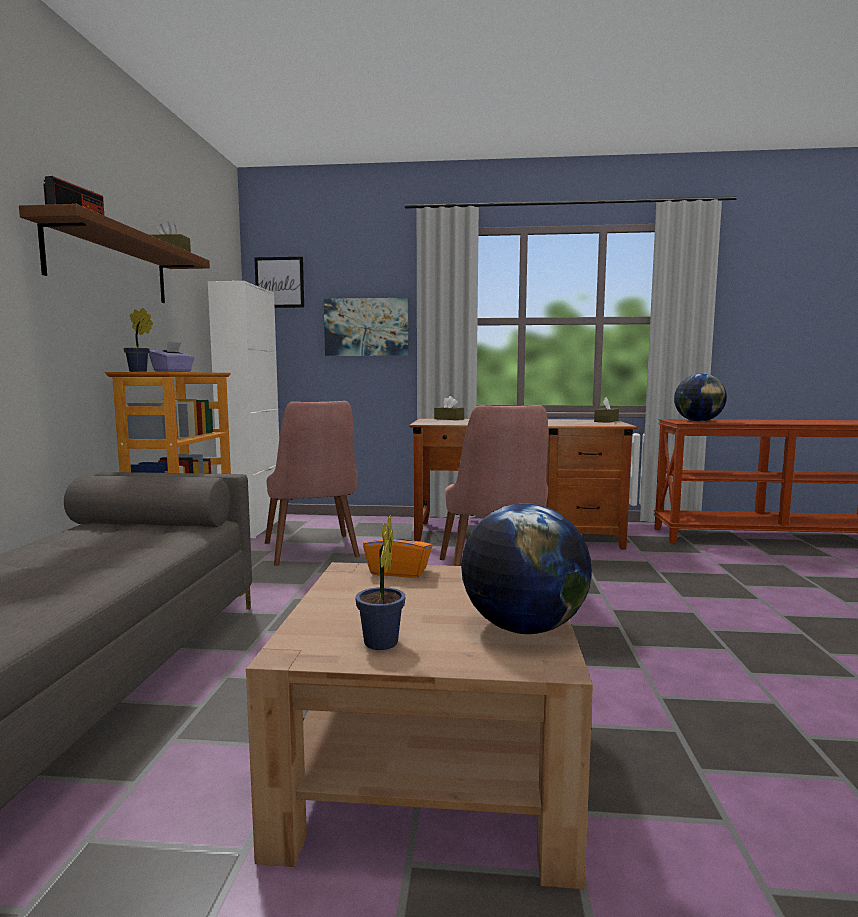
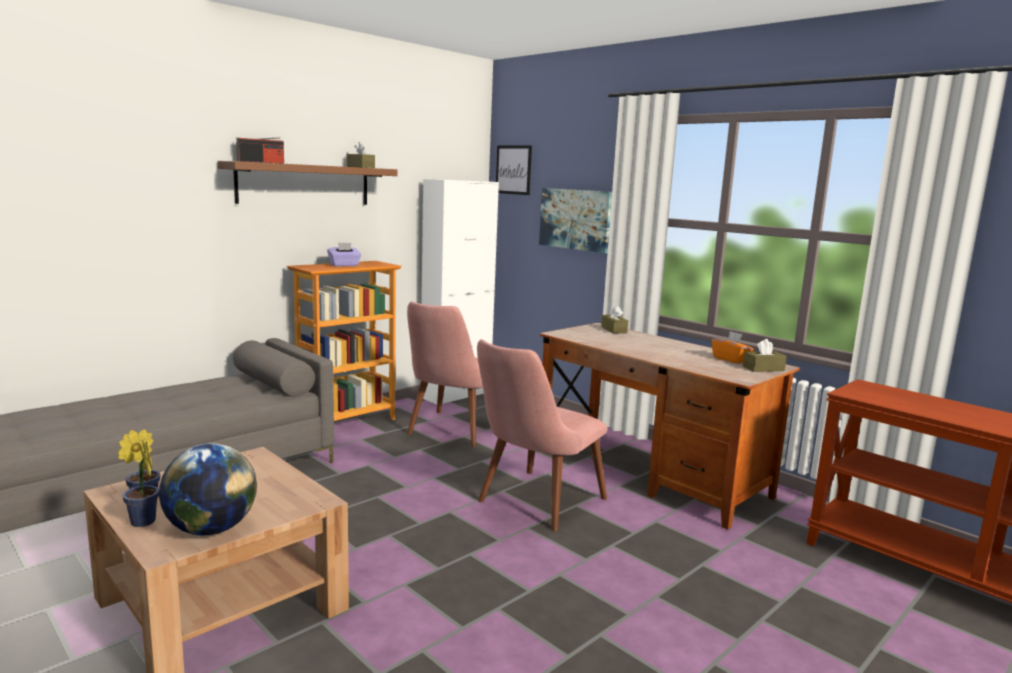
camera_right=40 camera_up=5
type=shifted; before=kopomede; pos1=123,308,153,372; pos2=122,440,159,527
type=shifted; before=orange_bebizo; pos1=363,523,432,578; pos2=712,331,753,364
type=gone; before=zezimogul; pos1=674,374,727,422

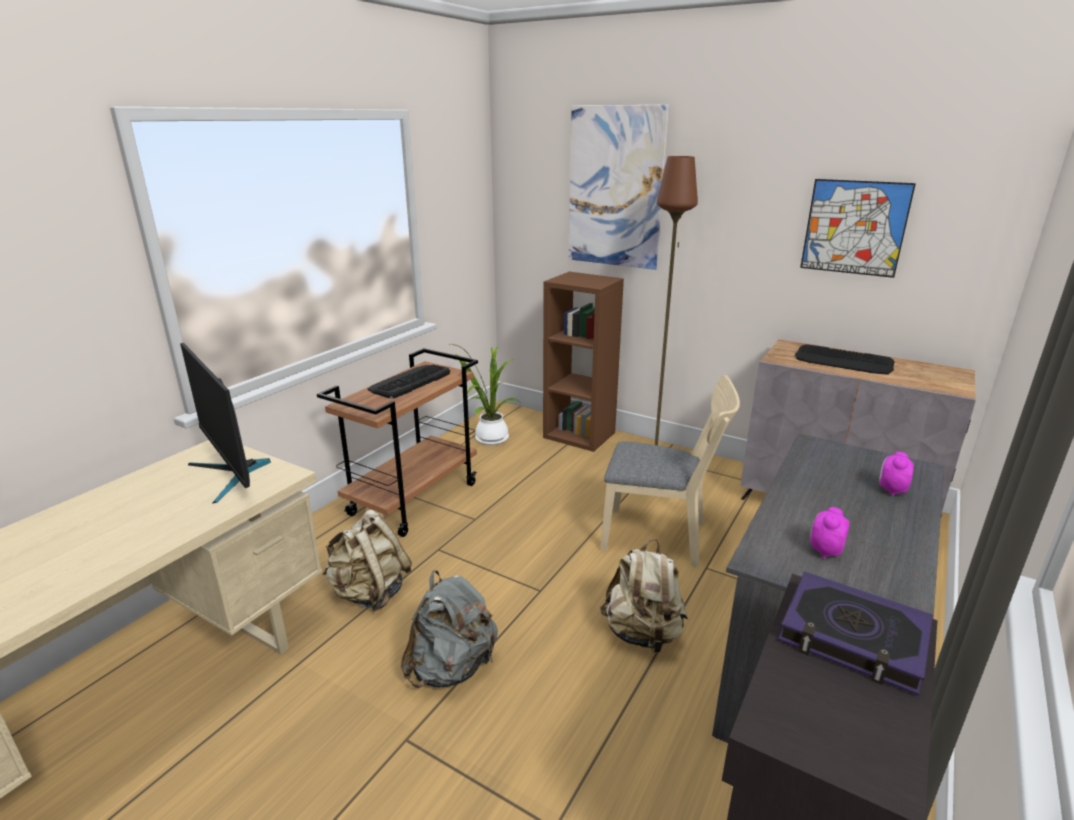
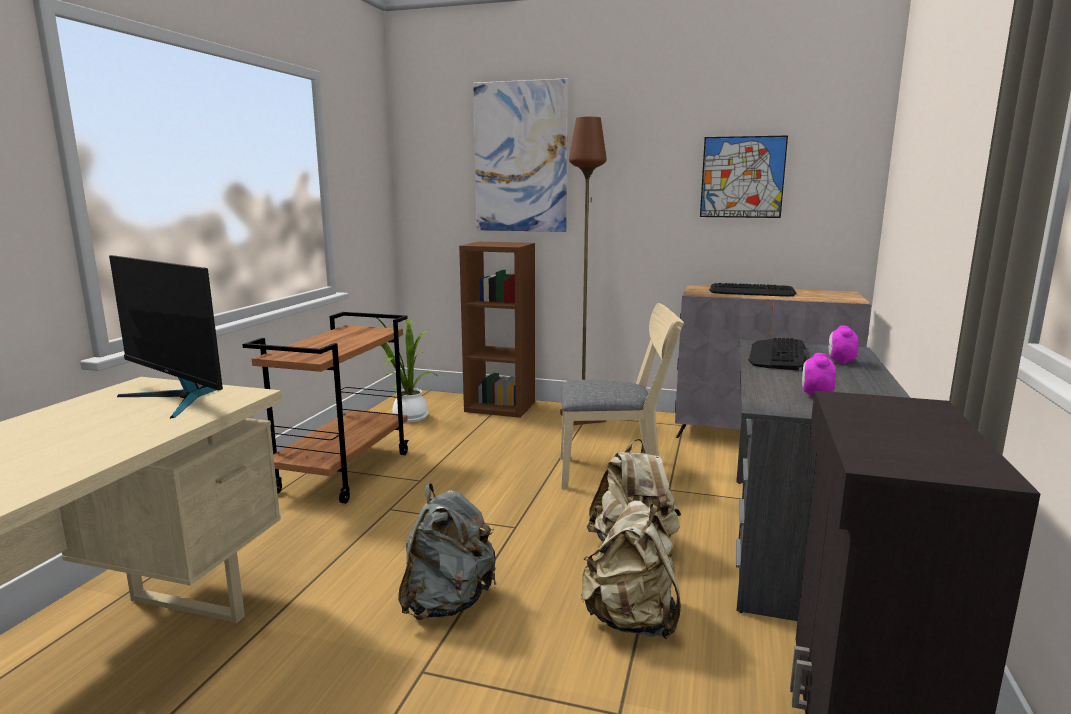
camera_right=-15 camera_up=-10
type=shifted; before=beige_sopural; pos1=322,510,412,612; pos2=581,500,681,639
type=shifted; before=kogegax; pos1=367,364,450,398; pos2=748,338,807,370
type=gone; before=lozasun; pos1=778,572,933,696

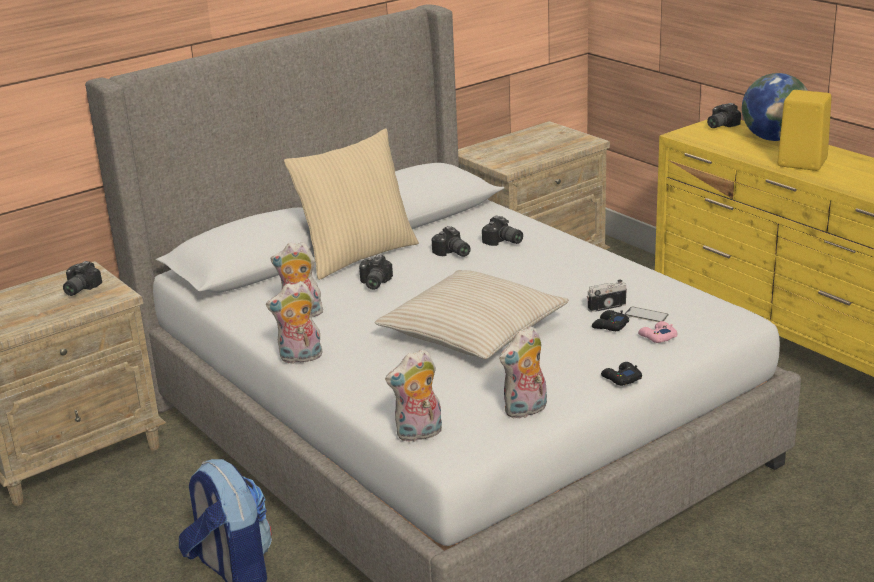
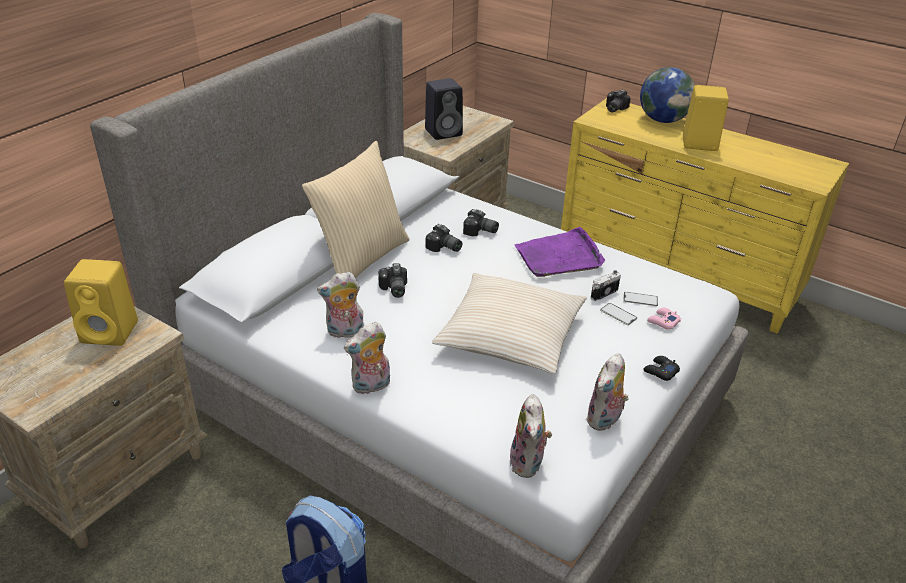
camera_right=-20 camera_up=10
type=swapped; before=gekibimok; after=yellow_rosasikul; pos1=63,261,102,296; pos2=64,259,138,346
type=new; after=black_rosasikul; pos2=425,78,463,140
type=rotated; before=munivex; pos1=385,349,442,442; pos2=509,394,552,478; turn=-45
type=new; after=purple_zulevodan; pos2=515,227,605,277
type=swapped; before=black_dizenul; after=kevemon; pos1=592,310,629,331; pos2=600,303,637,325

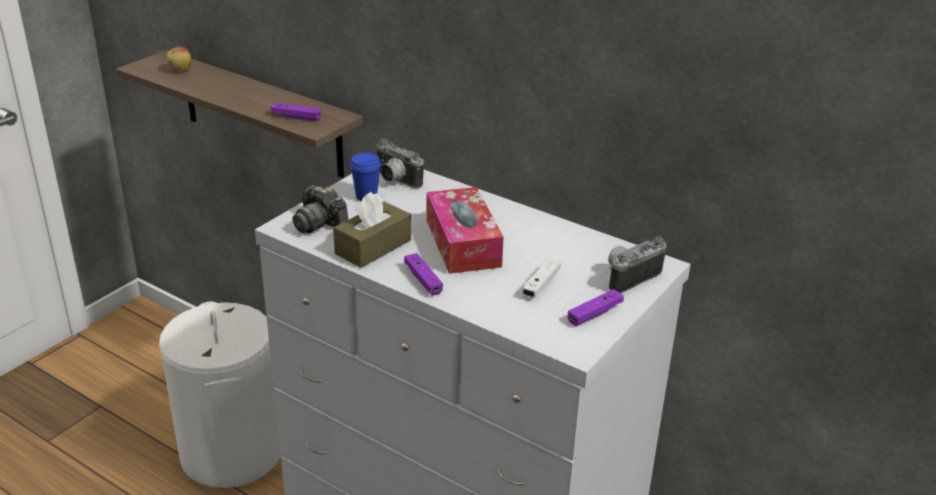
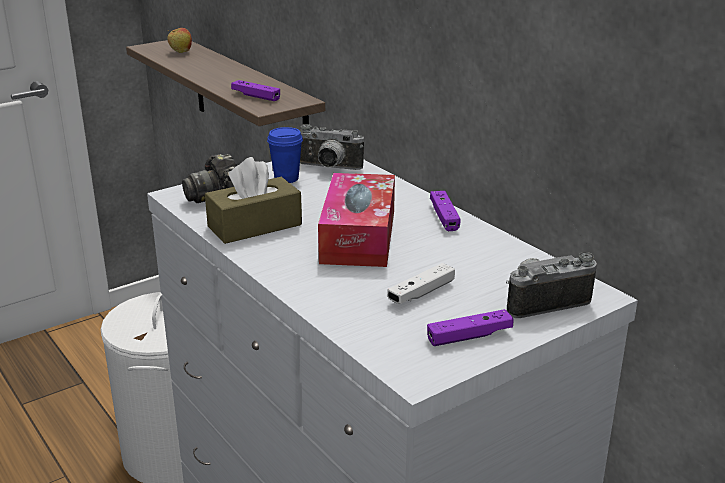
camera_right=20 camera_up=-5
type=rotated; before=gekibimok; pos1=375,139,424,189; pos2=300,124,364,170; turn=-45
type=shifted; before=purple_dizenul; pos1=404,253,443,295; pos2=430,191,461,231

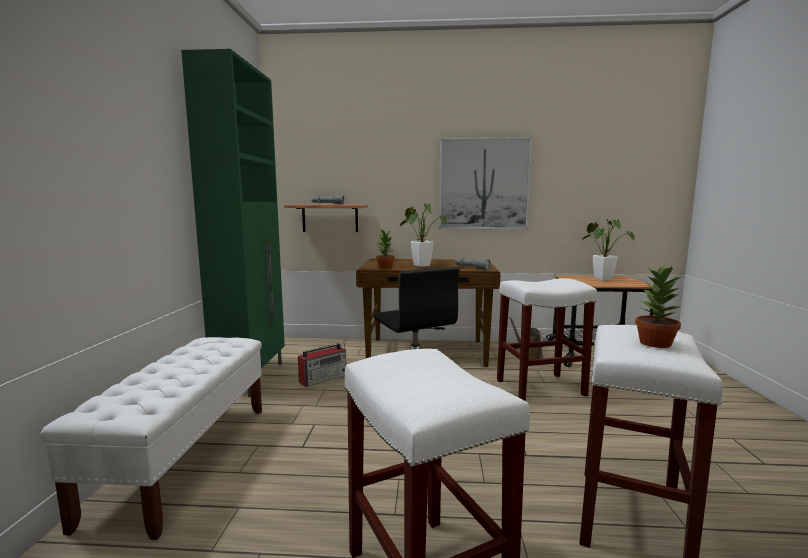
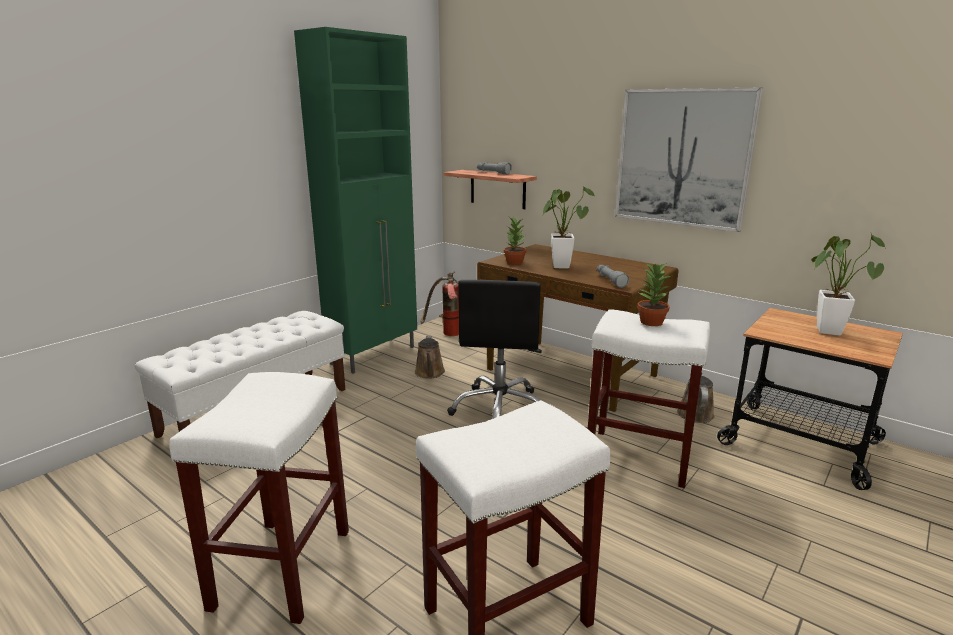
camera_right=35 camera_up=10
type=swapped; before=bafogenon; after=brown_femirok; pos1=298,343,346,387; pos2=415,336,445,379
type=new; after=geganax; pos2=420,272,459,336
type=shifted; before=kopomede; pos1=635,266,683,348; pos2=637,263,671,326

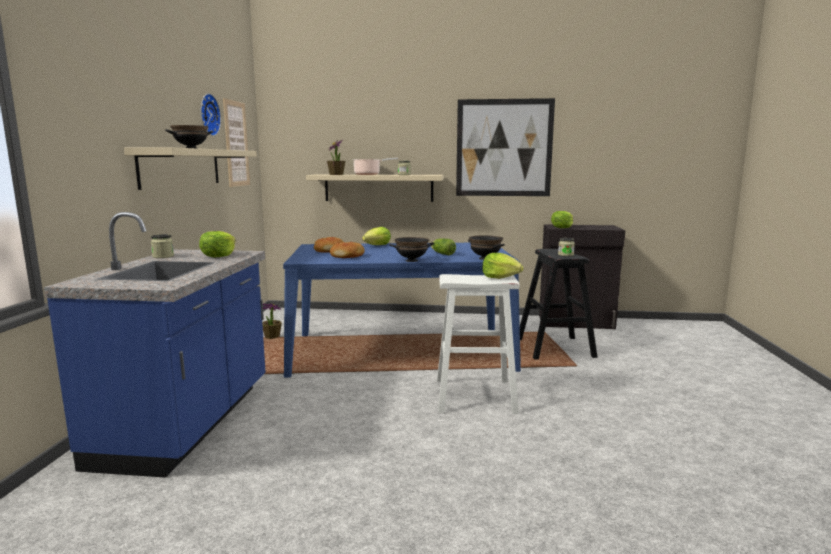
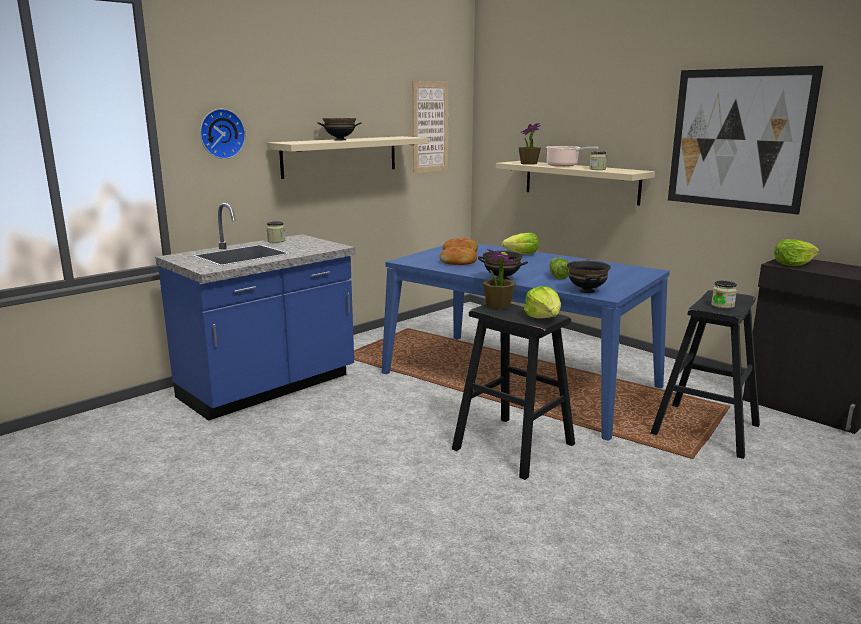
camera_right=40 camera_up=5
type=shifted; before=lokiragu; pos1=201,93,221,136; pos2=200,109,246,159
type=repainted; before=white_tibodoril; after=black_tibodoril; pos1=437,274,520,414; pos2=452,304,575,480
type=shifted; before=kopomede; pos1=262,304,282,339; pos2=483,249,517,309
type=gone; before=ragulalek; pos1=199,231,236,257

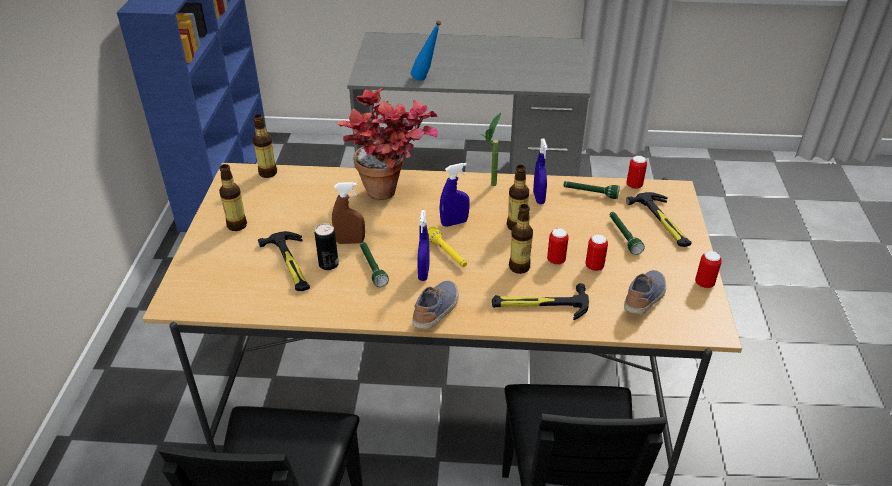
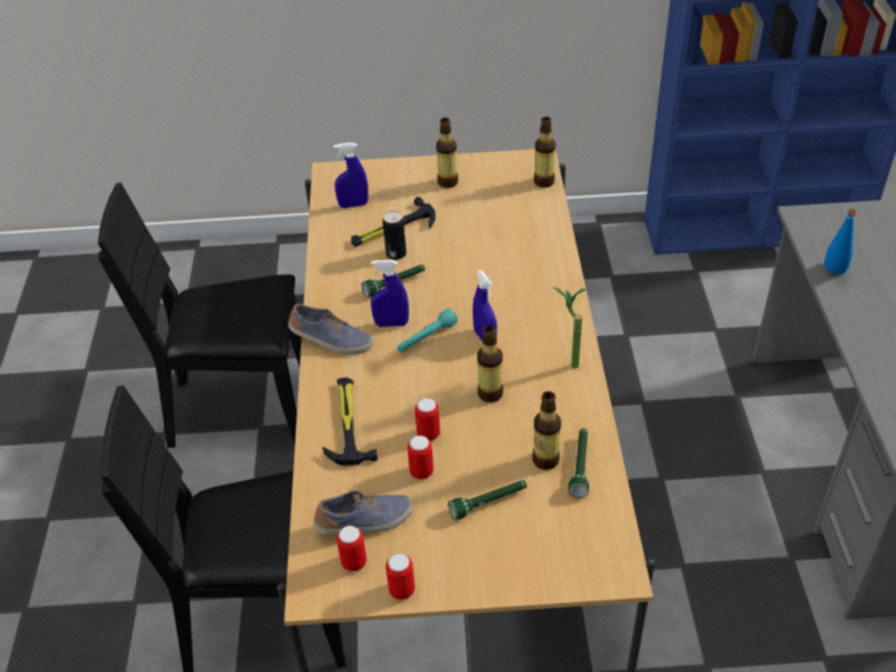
camera_right=85 camera_up=5
type=rotated; before=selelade; pos1=624,270,666,314; pos2=313,491,413,535; turn=-45
type=shifted; before=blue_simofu; pos1=533,138,548,204; pos2=334,142,368,208
type=shifted; before=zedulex; pos1=626,156,647,189; pos2=337,526,367,571
type=repainted; before=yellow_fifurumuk; after=turquoise_fifurumuk; pos1=427,227,467,267; pos2=397,309,458,352
type=shifted; before=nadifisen; pos1=509,204,533,274; pos2=532,391,561,470
type=gone; before=brown_simofu; pos1=332,182,365,244
type=gone; before=kopomede; pos1=338,87,438,200
type=gone; before=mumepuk; pos1=626,192,692,247

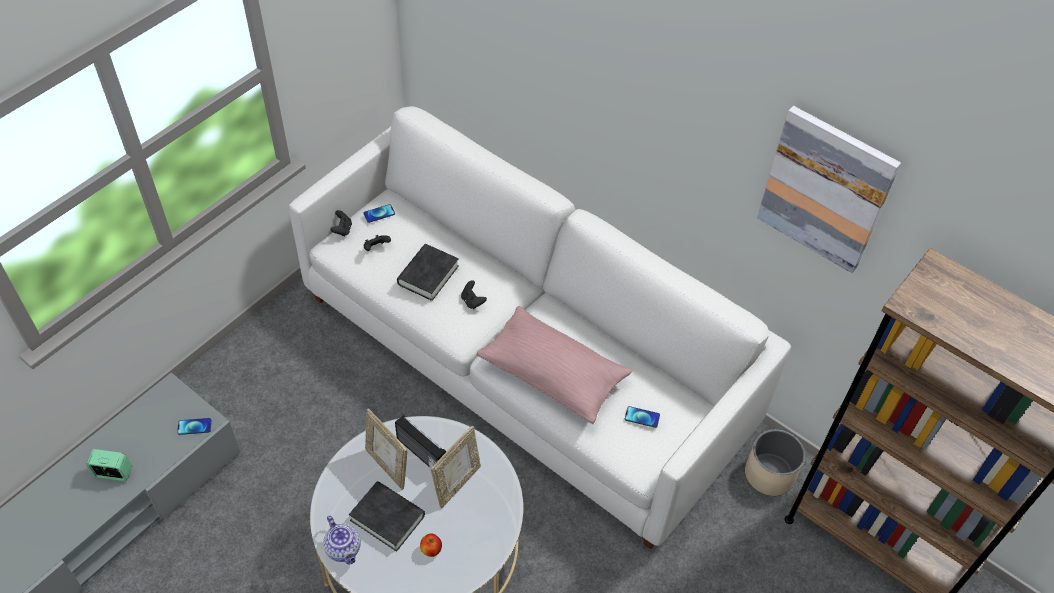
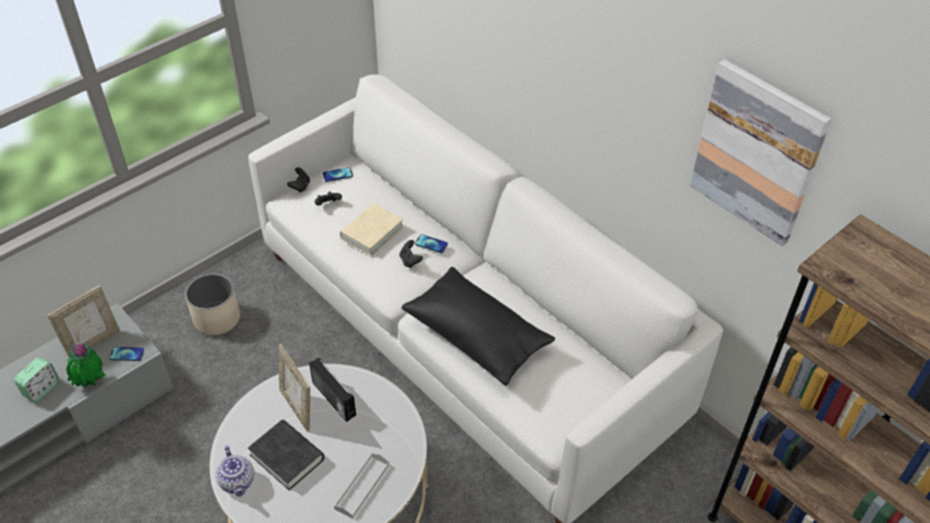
camera_right=10 camera_up=-5
type=rotated; before=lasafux; pos1=86,449,132,482; pos2=14,357,59,402; turn=105
type=shifted; before=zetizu; pos1=431,426,481,508; pos2=47,286,120,357
type=new; after=kopomede; pos2=66,344,106,388
type=shifted; before=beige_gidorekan; pos1=745,430,805,496; pos2=185,274,240,336
type=new; after=grey_zulevodan; pos2=334,453,390,519
type=repainted; before=black_lozasun; after=beige_lozasun; pos1=397,244,459,301; pos2=340,203,403,256
type=repainted; before=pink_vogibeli; after=black_vogibeli; pos1=476,306,632,424; pos2=401,267,555,386
type=shifted; before=kevemon; pos1=625,406,660,428; pos2=415,234,448,253
type=gone; before=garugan; pos1=420,534,442,557

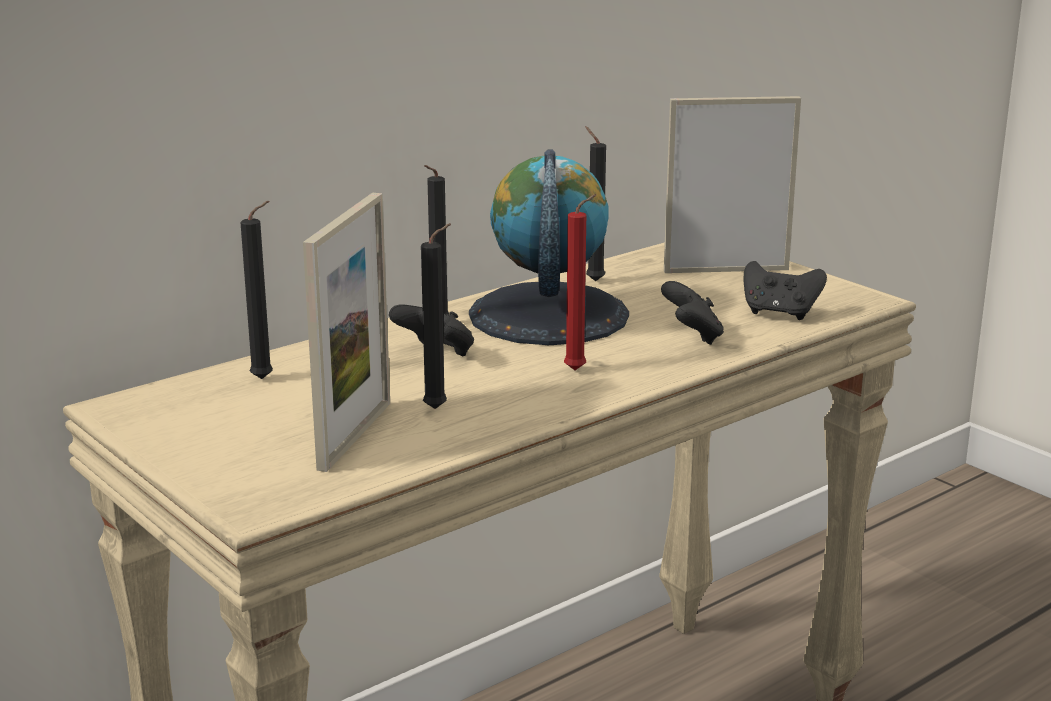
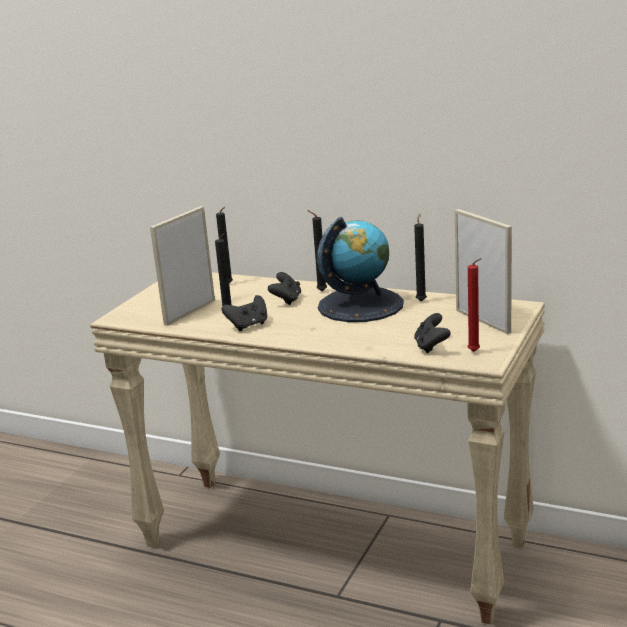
camera_right=65 camera_up=0
type=rotated; before=zetizu; pos1=303,193,390,472; pos2=150,206,215,326; turn=135
type=shifted; before=black_dizenul; pos1=661,281,724,345; pos2=222,295,267,331
type=shifted; before=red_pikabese; pos1=564,194,596,370; pos2=467,258,482,352

